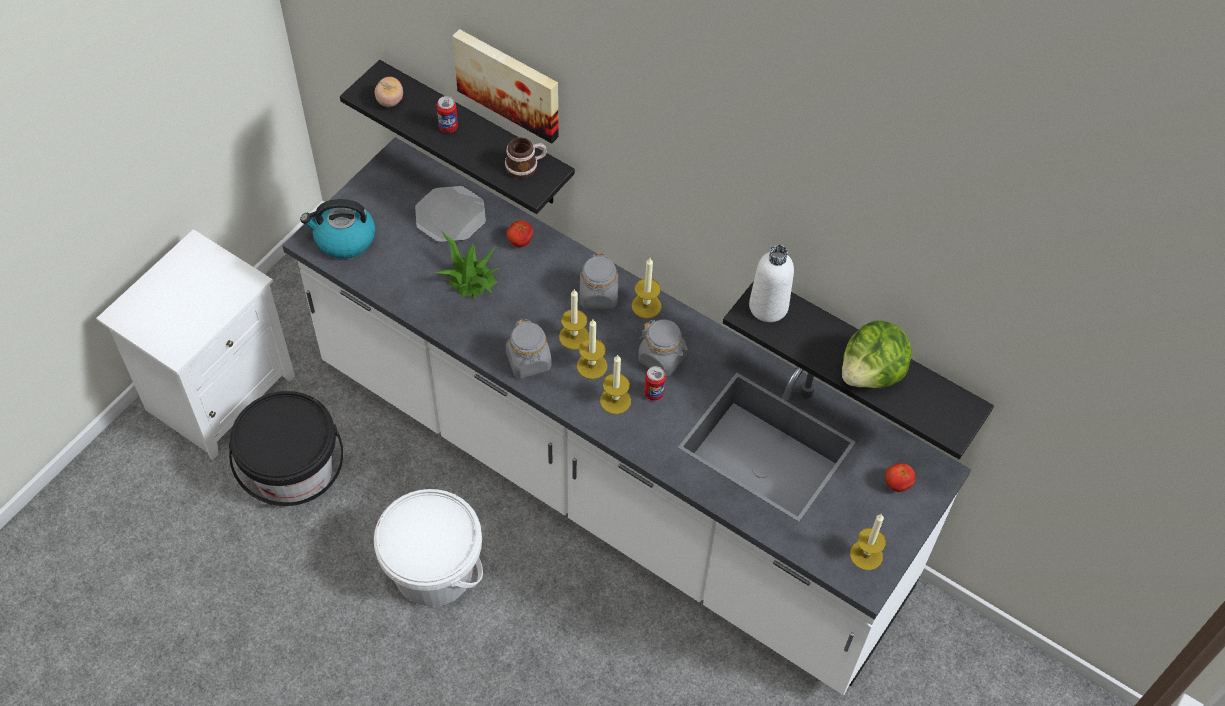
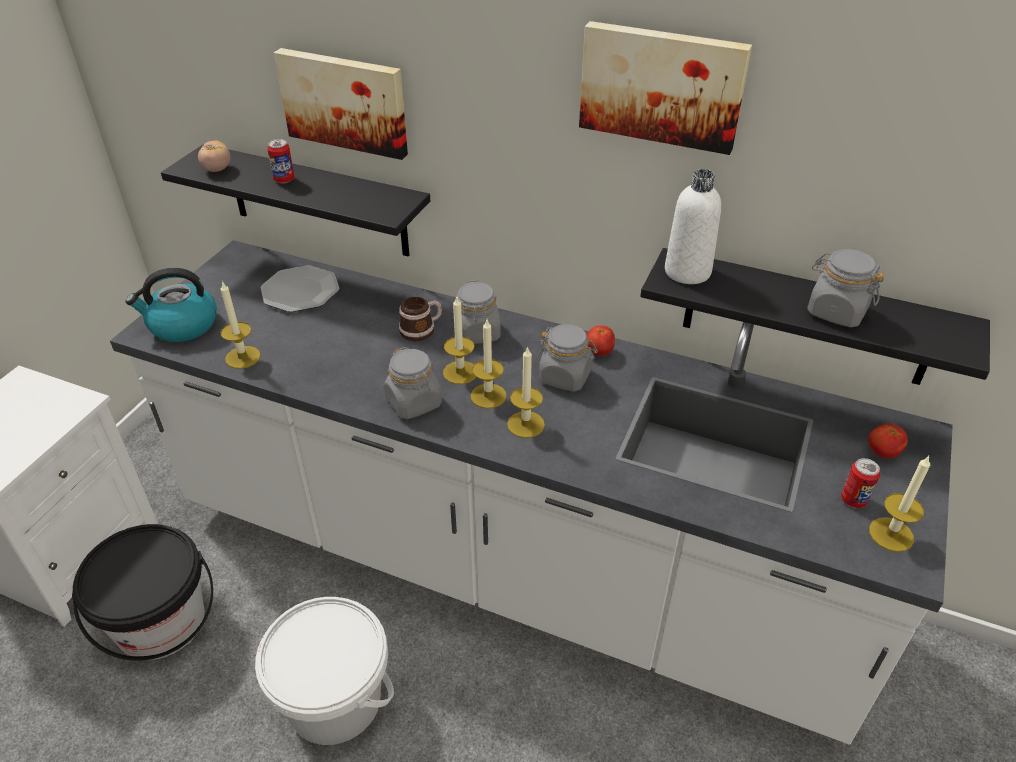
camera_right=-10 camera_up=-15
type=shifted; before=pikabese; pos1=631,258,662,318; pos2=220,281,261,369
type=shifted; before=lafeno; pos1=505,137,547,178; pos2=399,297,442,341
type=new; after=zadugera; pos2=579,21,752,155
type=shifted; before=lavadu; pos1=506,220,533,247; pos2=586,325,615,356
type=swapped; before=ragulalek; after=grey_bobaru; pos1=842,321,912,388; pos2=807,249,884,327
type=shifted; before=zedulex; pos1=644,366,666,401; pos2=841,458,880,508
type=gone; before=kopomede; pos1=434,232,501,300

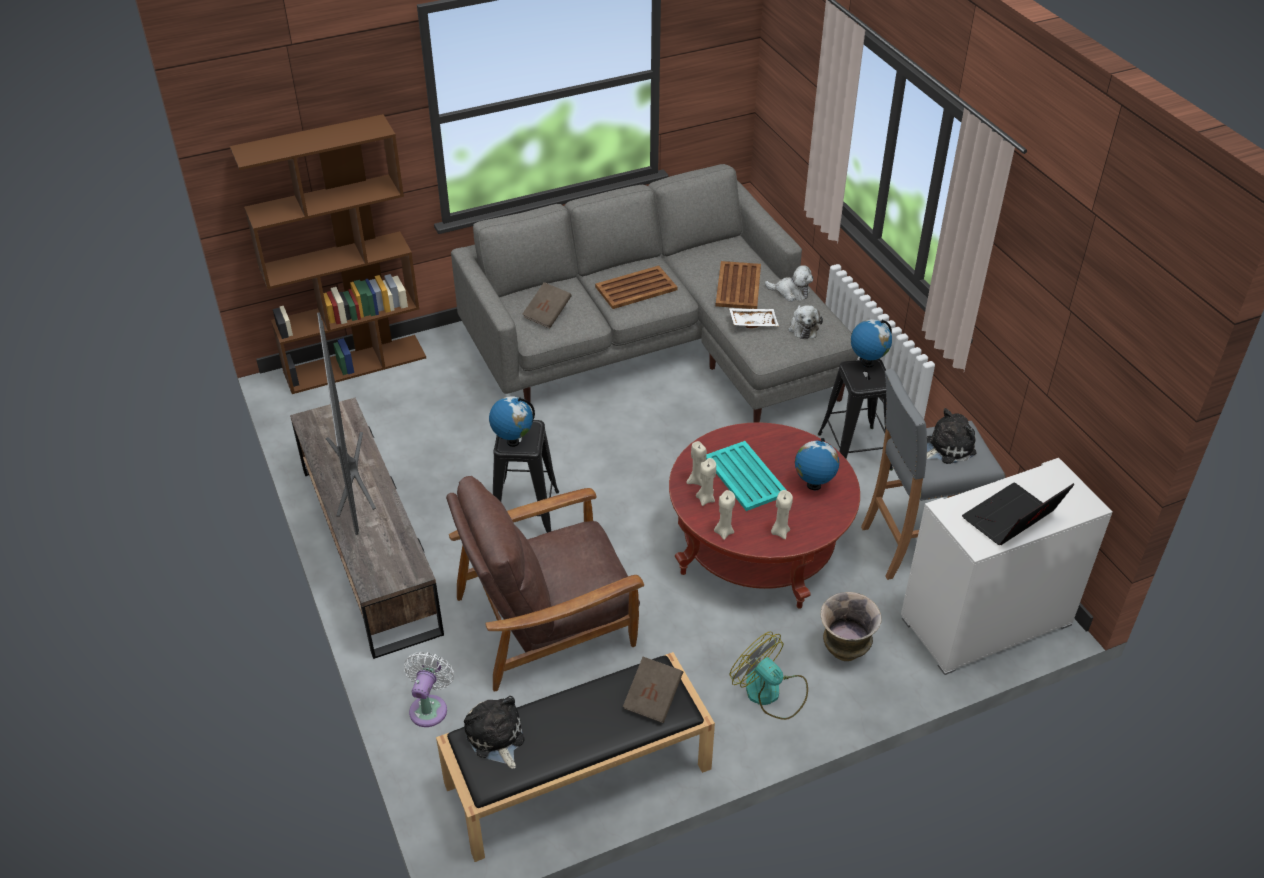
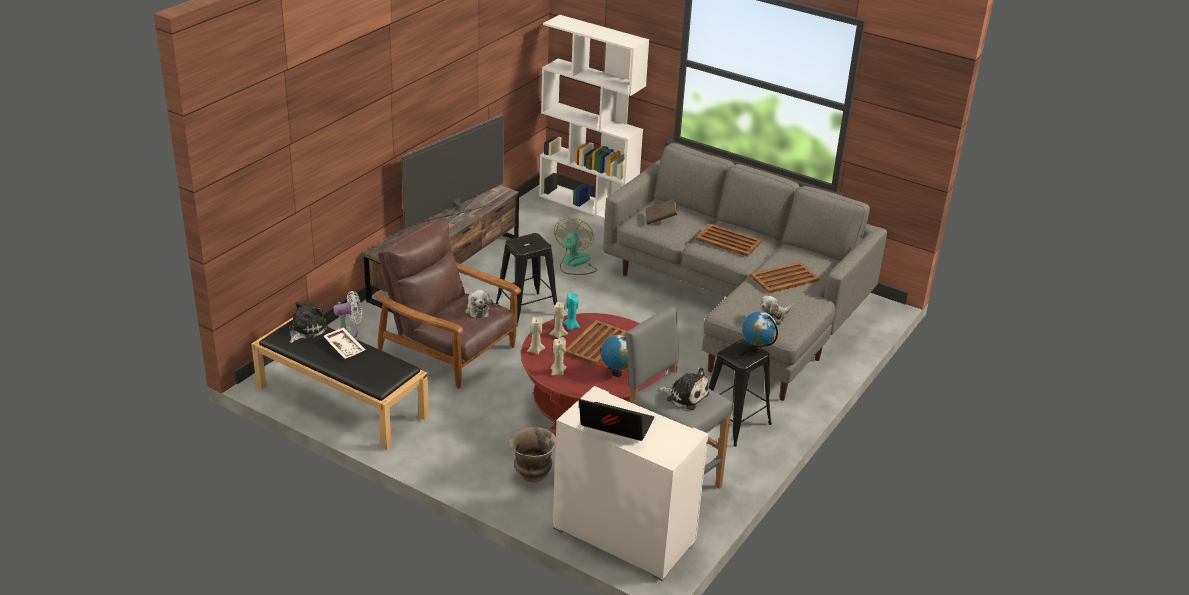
camera_right=55 camera_up=-10
type=shifted; before=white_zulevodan; pos1=729,308,779,328; pos2=324,327,365,359
type=shifted; before=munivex; pos1=765,265,813,302; pos2=465,290,493,318
type=repainted; before=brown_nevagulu; after=white_nevagulu; pos1=230,114,426,394; pos2=539,15,649,219
type=shifted; before=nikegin; pos1=730,632,808,720; pos2=554,217,597,275
type=repainted; before=beige_pikabese; after=turquoise_pikabese; pos1=686,441,707,486; pos2=563,293,580,330
type=repainted; before=turquoise_zulevodan; after=brown_zulevodan; pos1=706,441,787,511; pos2=565,320,627,365
type=gone; before=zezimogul; pos1=489,396,535,447
type=gone; before=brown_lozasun; pos1=623,657,683,723

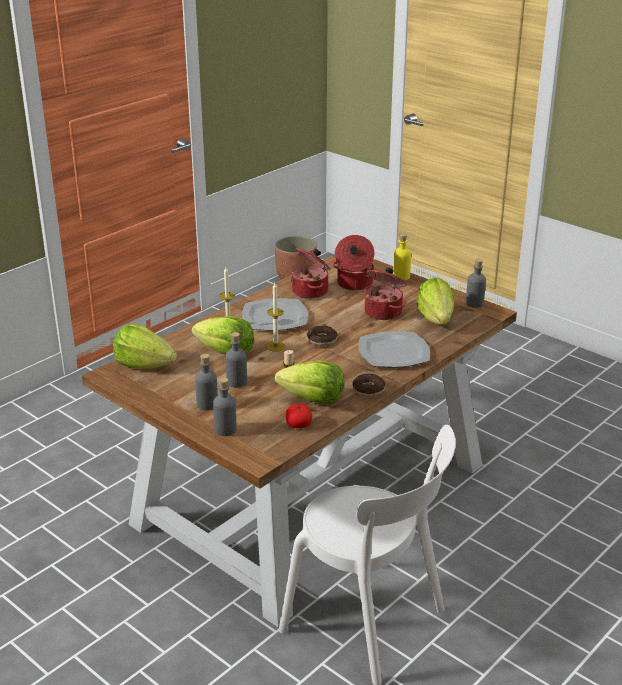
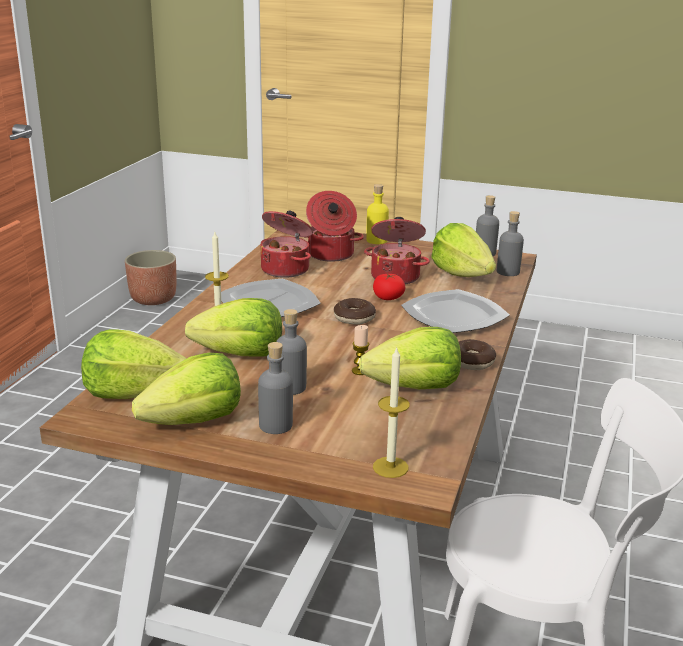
camera_right=-25 camera_up=-5
type=new; after=ragulalek; pos2=132,353,241,425
type=shifted; before=lavadu; pos1=285,404,312,428; pos2=373,274,406,300
type=shifted; before=pikabese; pos1=266,283,286,352; pos2=373,346,410,478
type=shifted; before=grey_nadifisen; pos1=213,378,236,436; pos2=497,211,524,276

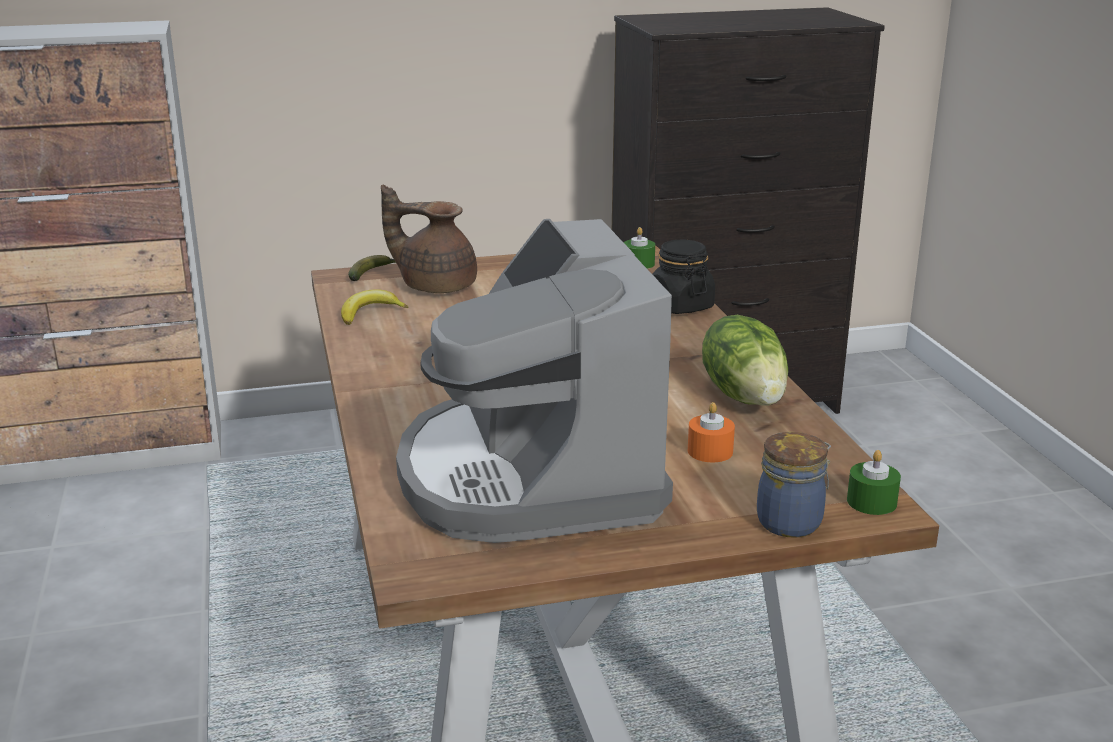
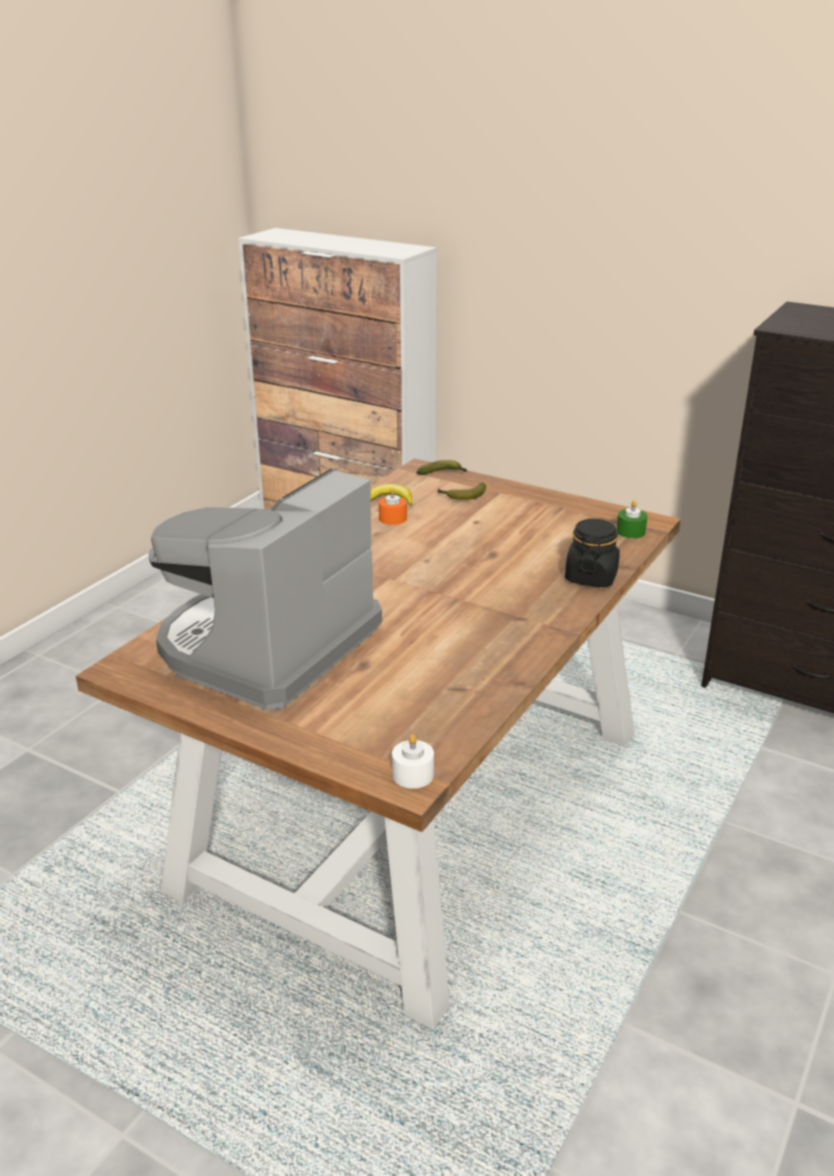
camera_right=45 camera_up=5
type=shifted; before=orange_pikabese; pos1=688,402,735,462; pos2=379,488,407,525
type=repainted; before=green_pikabese; after=white_pikabese; pos1=847,450,901,515; pos2=392,734,434,789
type=swapped; before=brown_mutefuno; after=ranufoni; pos1=381,185,477,293; pos2=437,482,486,500
type=gone; before=ragulalek; pos1=702,315,788,406
type=gone; before=bobaru; pos1=757,432,831,538

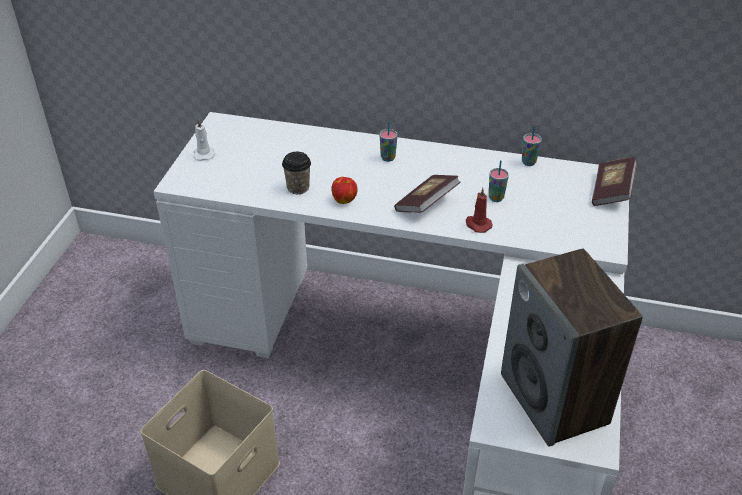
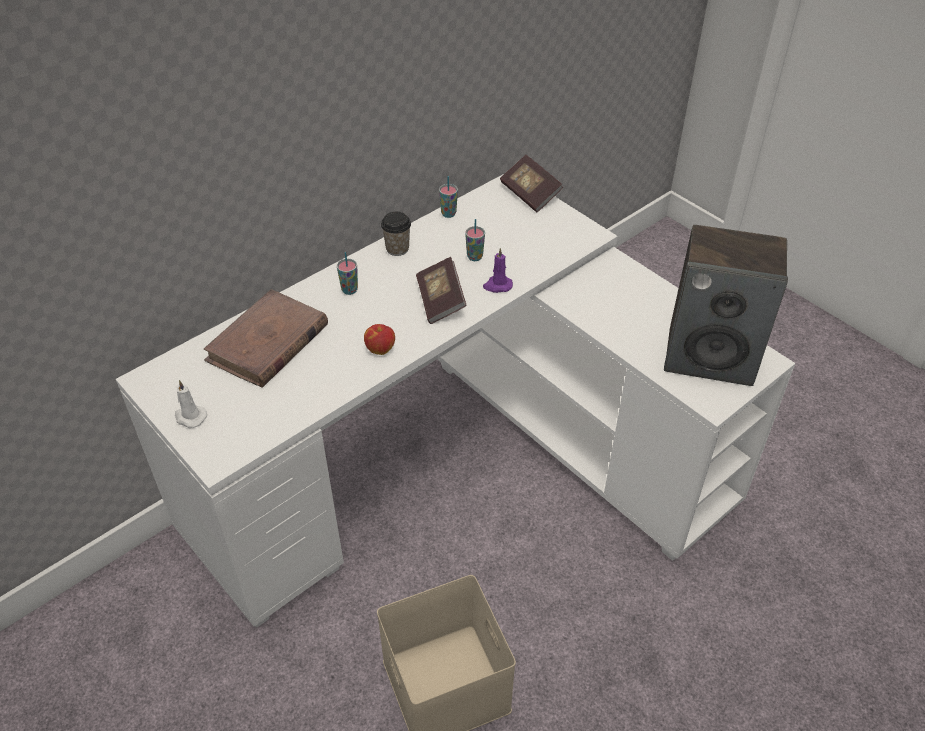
camera_right=-55 camera_up=5
type=new; after=brown_lozasun; pos2=204,289,328,388
type=shifted; before=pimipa; pos1=282,152,311,194; pos2=381,212,411,256
type=repainted; before=red_pikabese; after=purple_pikabese; pos1=466,188,492,233; pos2=483,248,513,293

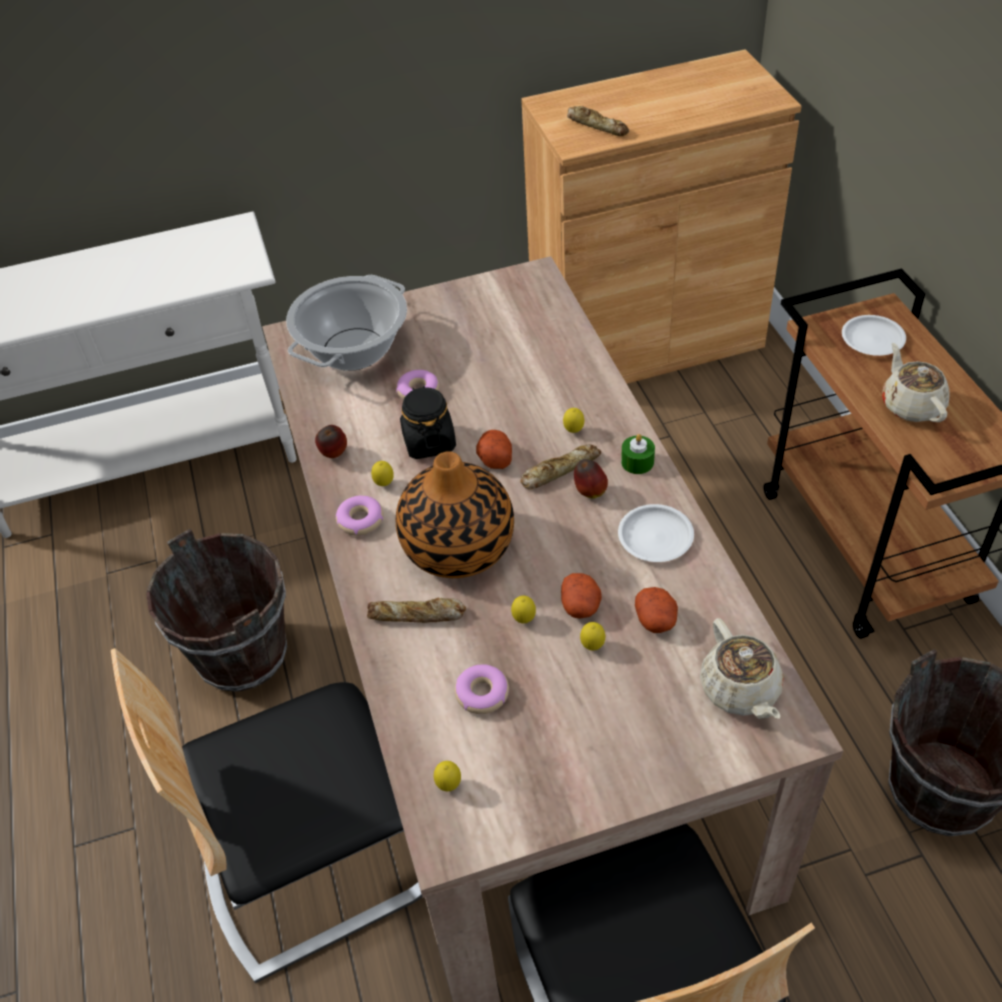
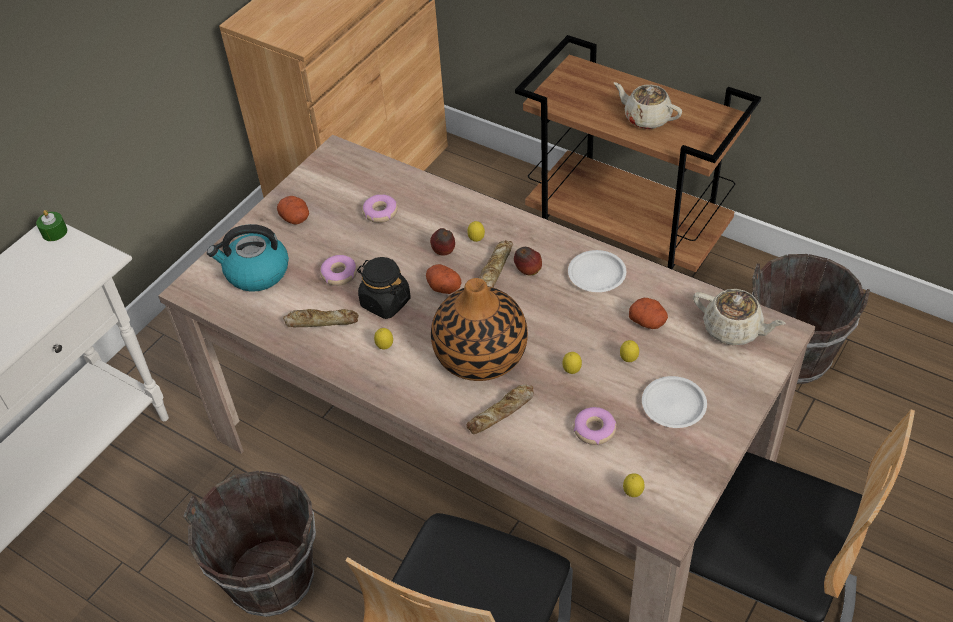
camera_right=-40 camera_up=0
type=shifted; before=green_pikabese; pos1=621,434,655,474; pos2=36,210,67,241
type=swapped; before=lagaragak; after=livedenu; pos1=286,275,407,371; pos2=207,224,289,292
type=shifted; before=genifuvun; pos1=561,573,602,619; pos2=277,196,309,225
type=shifted; before=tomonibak; pos1=567,106,629,136; pos2=283,309,359,328
type=shifted; before=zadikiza; pos1=335,495,383,536; pos2=362,194,398,223
type=shifted; before=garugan; pos1=315,425,347,458; pos2=430,228,455,256
type=shifted; before=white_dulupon; pos1=842,315,906,356; pos2=642,376,707,428

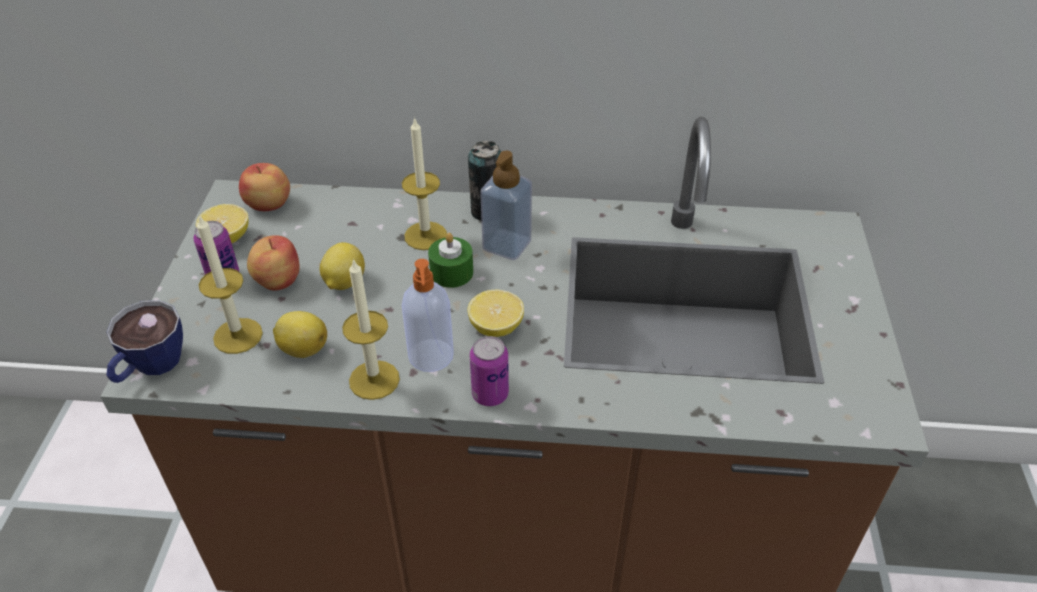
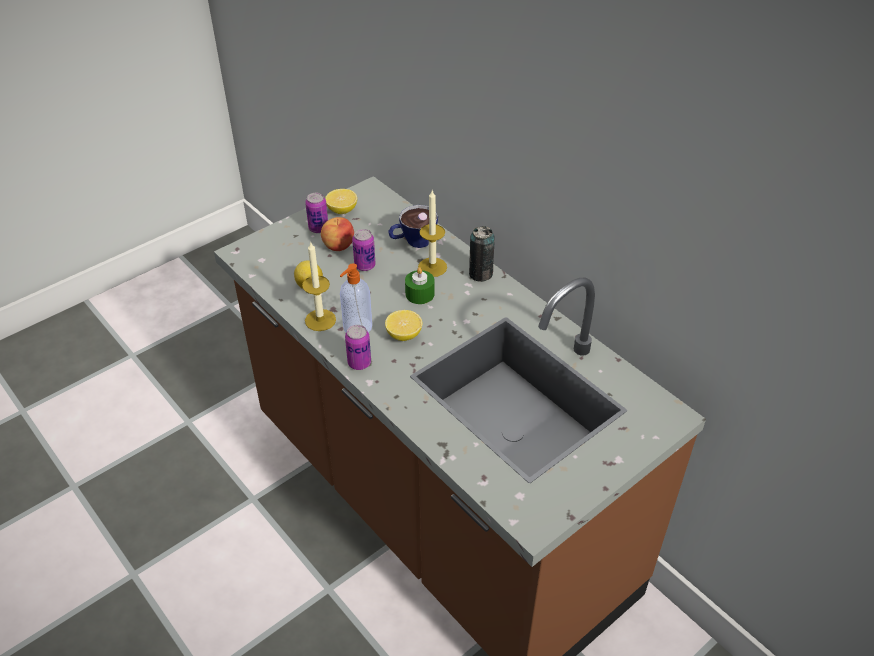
camera_right=45 camera_up=0
type=swapped; before=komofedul; after=zedulex; pos1=320,242,365,290; pos2=352,229,375,271
type=shifted; before=pimipa; pos1=106,300,183,383; pos2=388,205,438,248
type=gone; before=pikabese; pos1=197,214,263,354
type=gone; before=garugan; pos1=239,163,290,211
type=gone; before=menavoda; pos1=480,151,532,260

